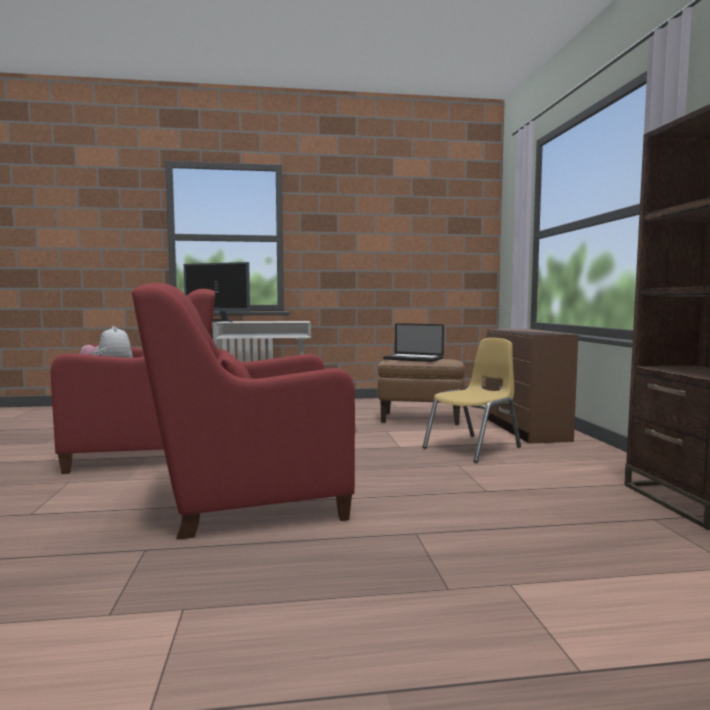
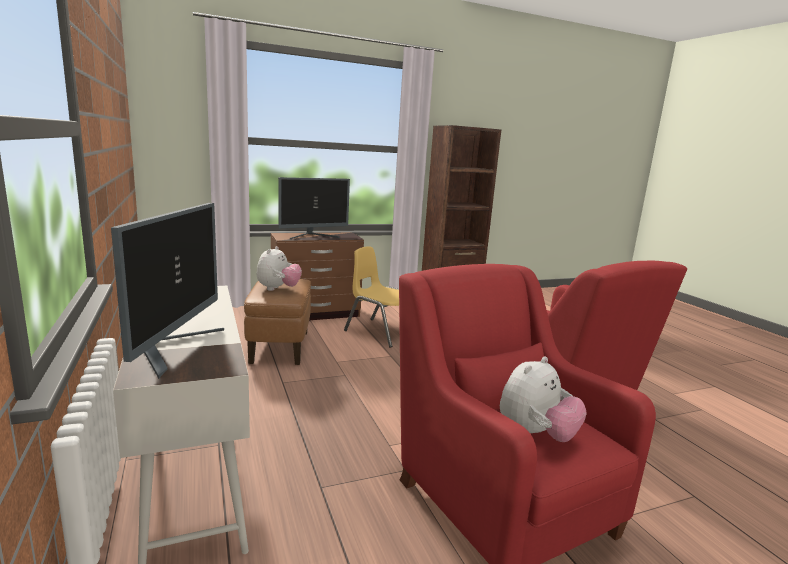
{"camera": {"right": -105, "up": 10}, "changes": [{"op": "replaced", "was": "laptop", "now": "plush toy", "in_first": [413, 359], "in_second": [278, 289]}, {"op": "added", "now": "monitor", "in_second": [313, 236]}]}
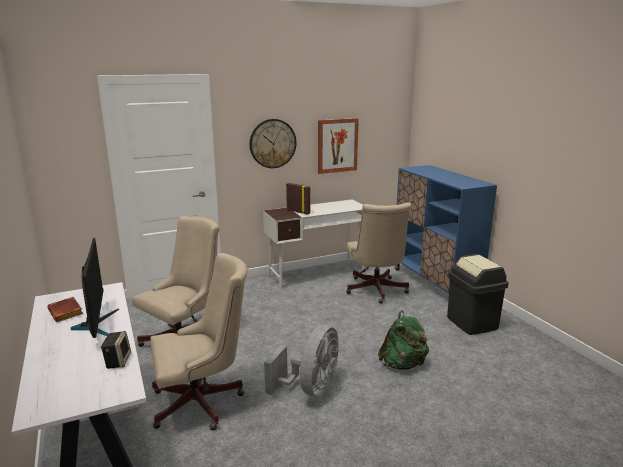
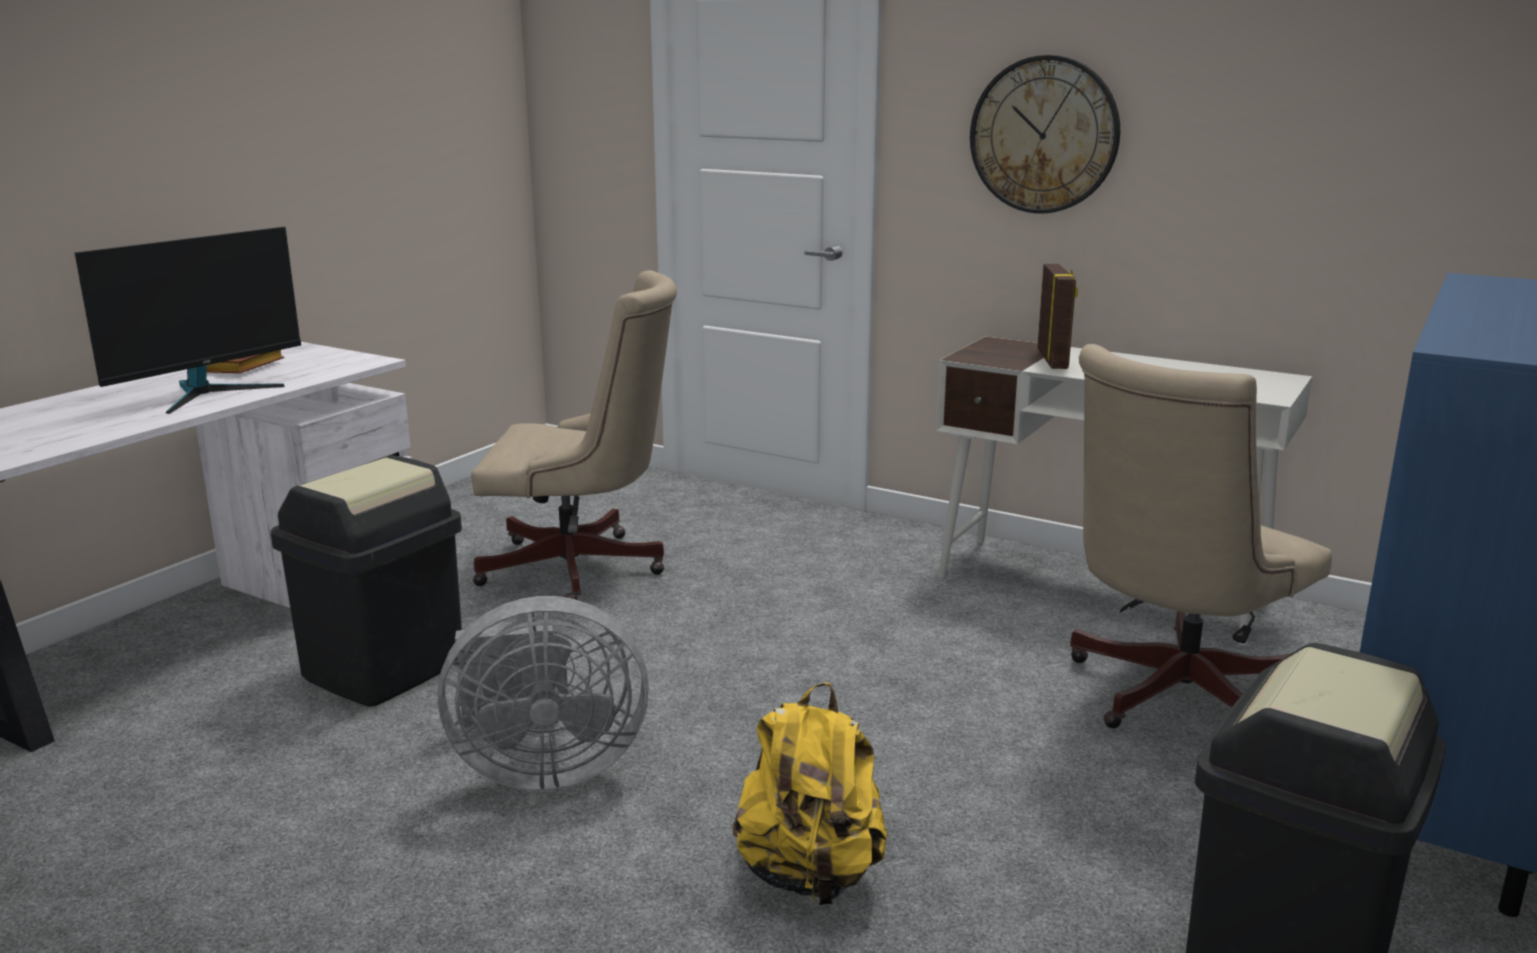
{"camera": {"right": 55, "up": 0}, "changes": [{"op": "replaced", "was": "beige office chair", "now": "black trash can", "in_first": [203, 402], "in_second": [384, 669]}, {"op": "recoloured", "was": "green backpack", "now": "yellow backpack", "in_first": [402, 364], "in_second": [810, 875]}, {"op": "removed", "was": "speaker", "in_first": [118, 361]}, {"op": "removed", "was": "picture", "in_first": [337, 145]}]}
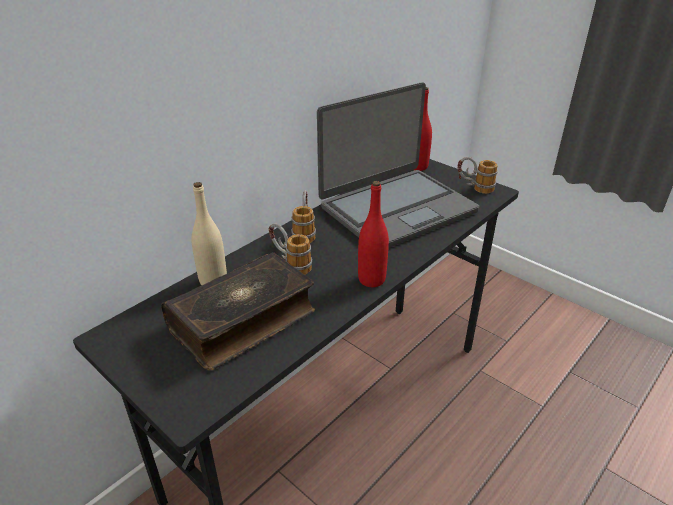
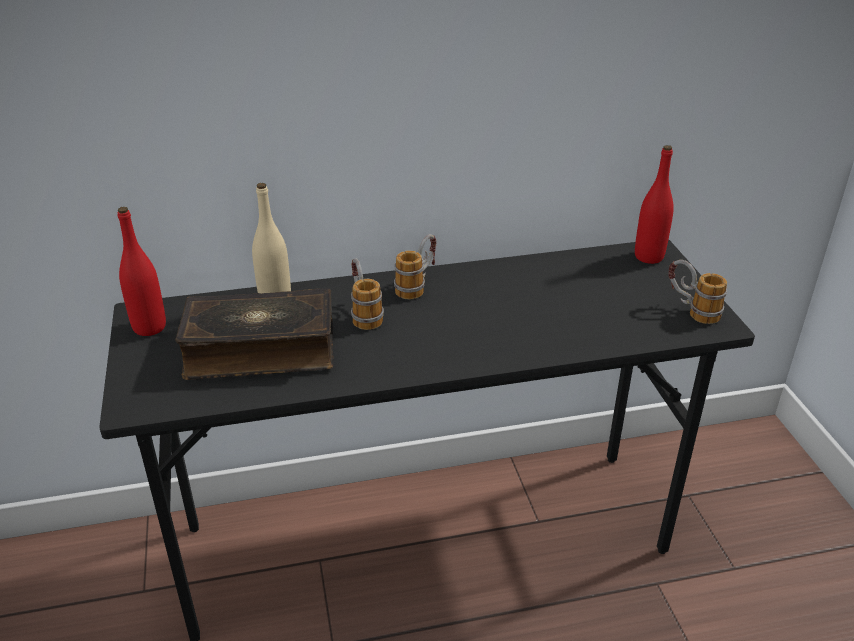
{"camera": {"right": 35, "up": 0}, "changes": [{"op": "moved", "was": "red bottle", "in_first": [371, 279], "in_second": [149, 327]}, {"op": "removed", "was": "laptop", "in_first": [396, 209]}]}
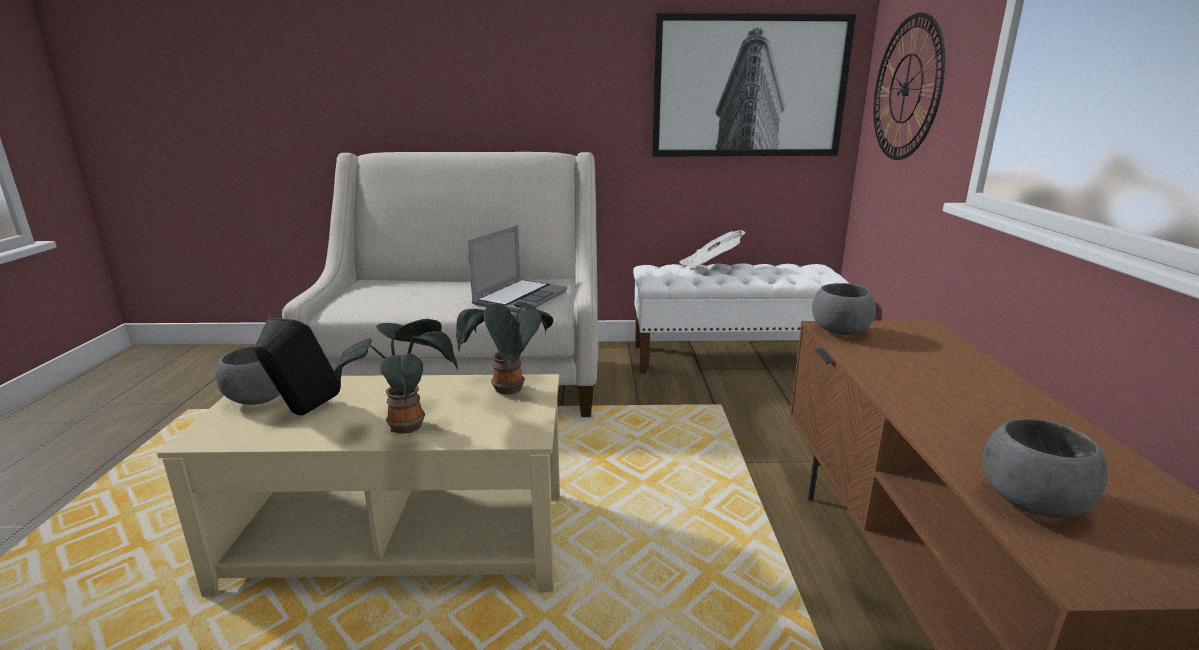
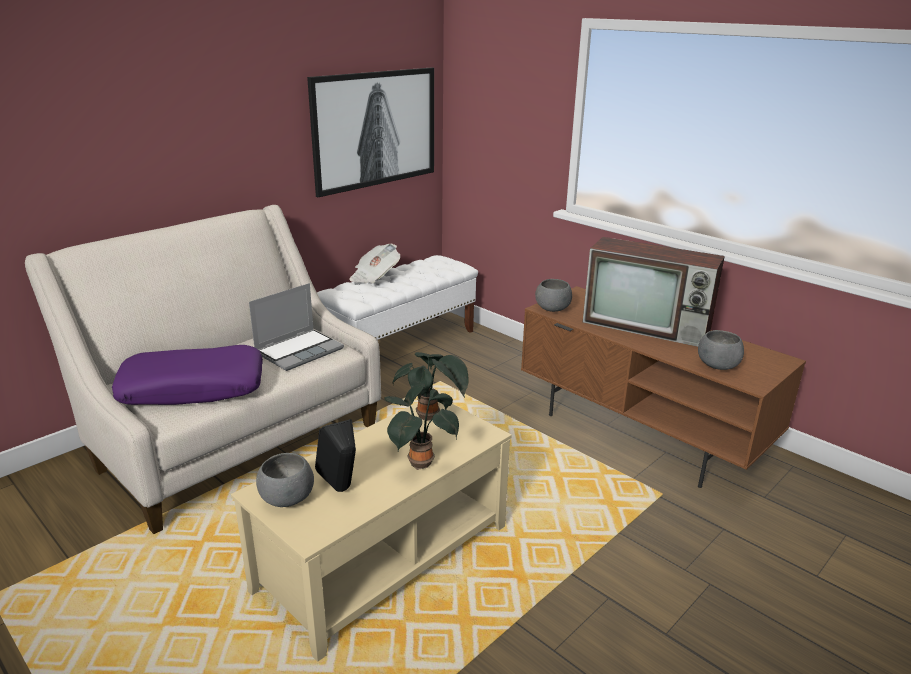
{"camera": {"right": -45, "up": 5}, "changes": [{"op": "added", "now": "purple pillow", "in_second": [193, 388]}, {"op": "turned", "was": "laptop", "in_first": [520, 298], "in_second": [299, 350], "clockwise": 60}, {"op": "added", "now": "television", "in_second": [648, 327]}, {"op": "removed", "was": "wall clock", "in_first": [906, 89]}]}
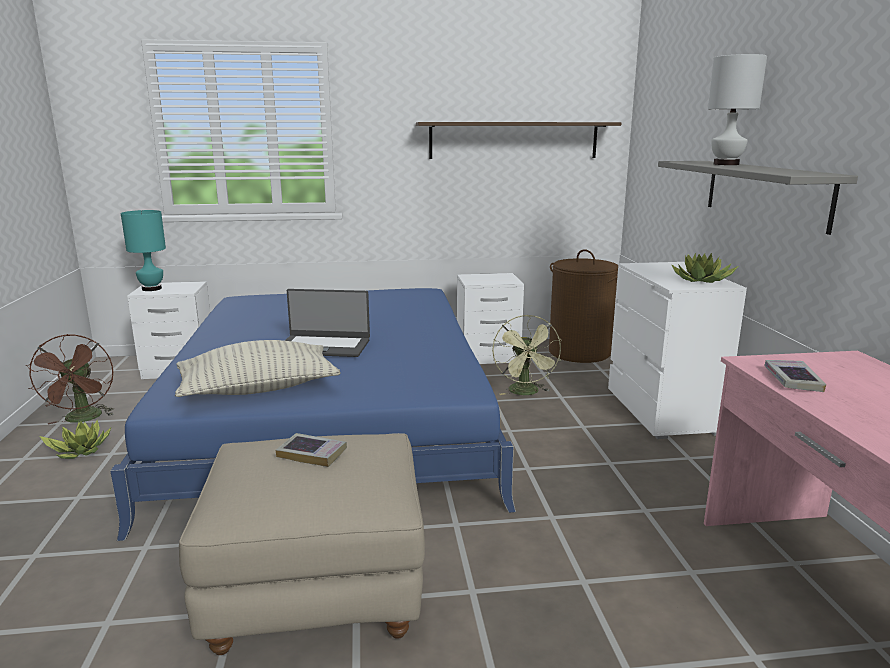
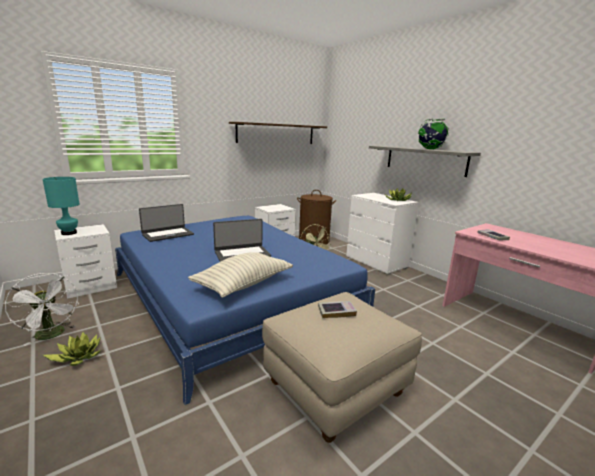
{"camera": {"right": -30, "up": 0}, "changes": [{"op": "recoloured", "was": "brown fan", "now": "white fan", "in_first": [83, 419], "in_second": [52, 335]}, {"op": "added", "now": "laptop", "in_second": [167, 234]}, {"op": "added", "now": "globe", "in_second": [430, 149]}, {"op": "removed", "was": "white table lamp", "in_first": [726, 164]}]}
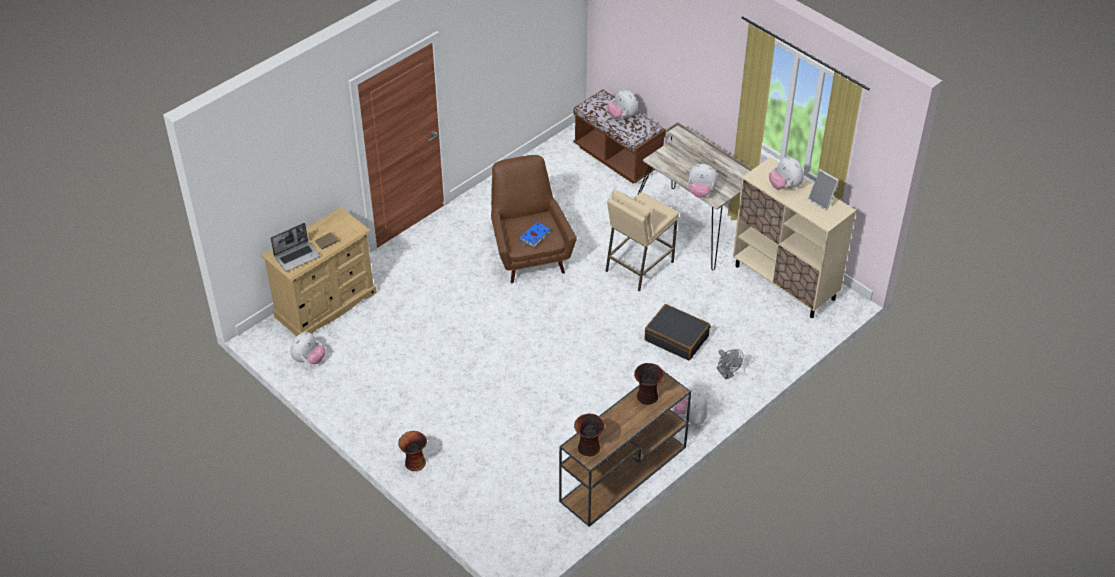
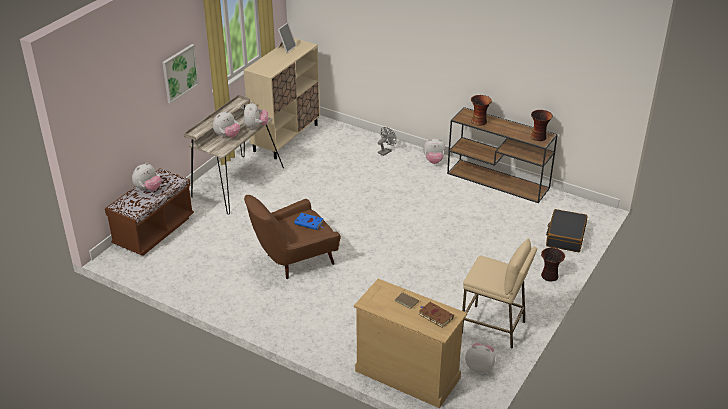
{"camera": {"right": -105, "up": -10}, "changes": [{"op": "added", "now": "picture", "in_second": [180, 73]}, {"op": "moved", "was": "plush toy", "in_first": [785, 186], "in_second": [227, 136]}, {"op": "replaced", "was": "laptop", "now": "brown book", "in_first": [297, 256], "in_second": [435, 316]}, {"op": "moved", "was": "beige stool", "in_first": [639, 266], "in_second": [493, 327]}, {"op": "moved", "was": "black suitcase", "in_first": [677, 338], "in_second": [565, 236]}]}
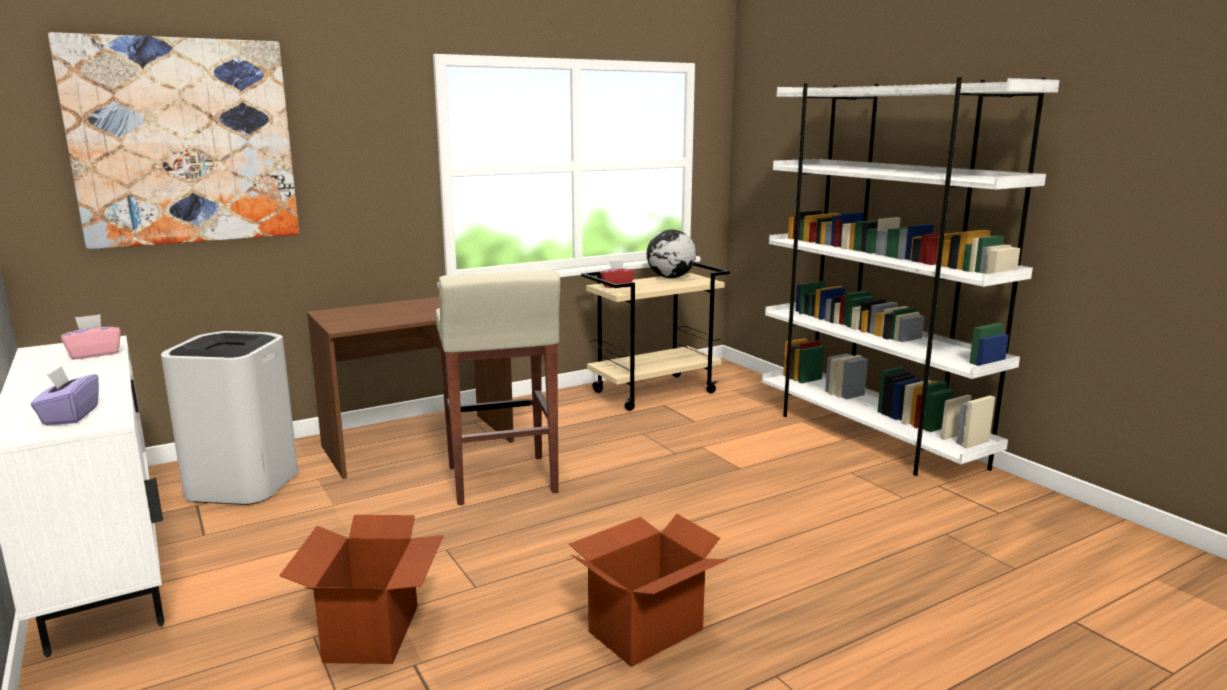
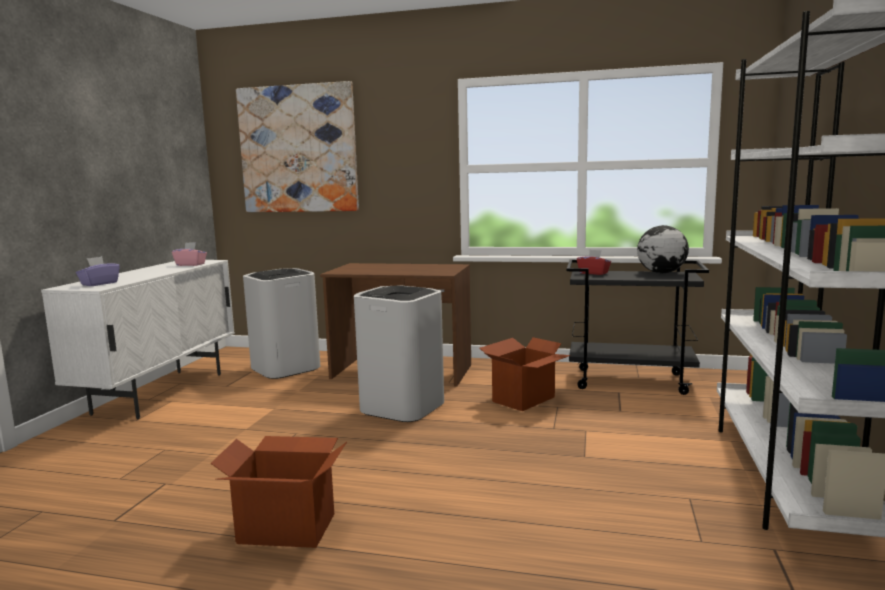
{"camera": {"right": 45, "up": -5}, "changes": [{"op": "replaced", "was": "beige stool", "now": "white trash can", "in_first": [501, 480], "in_second": [401, 406]}, {"op": "moved", "was": "cardboard box", "in_first": [374, 633], "in_second": [524, 399]}, {"op": "recoloured", "was": "beige cart", "now": "black cart", "in_first": [654, 392], "in_second": [631, 381]}]}
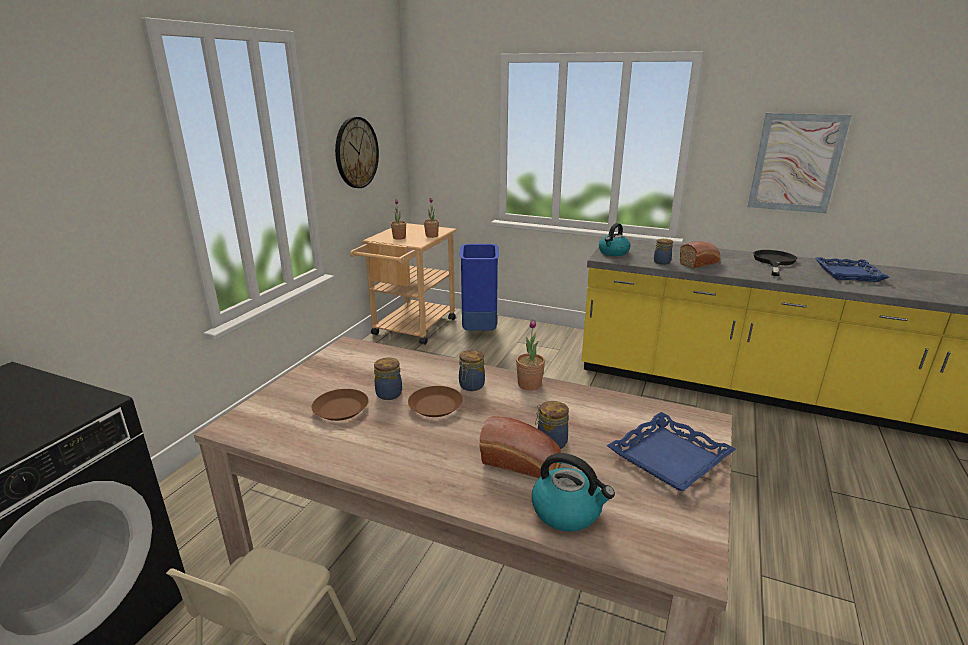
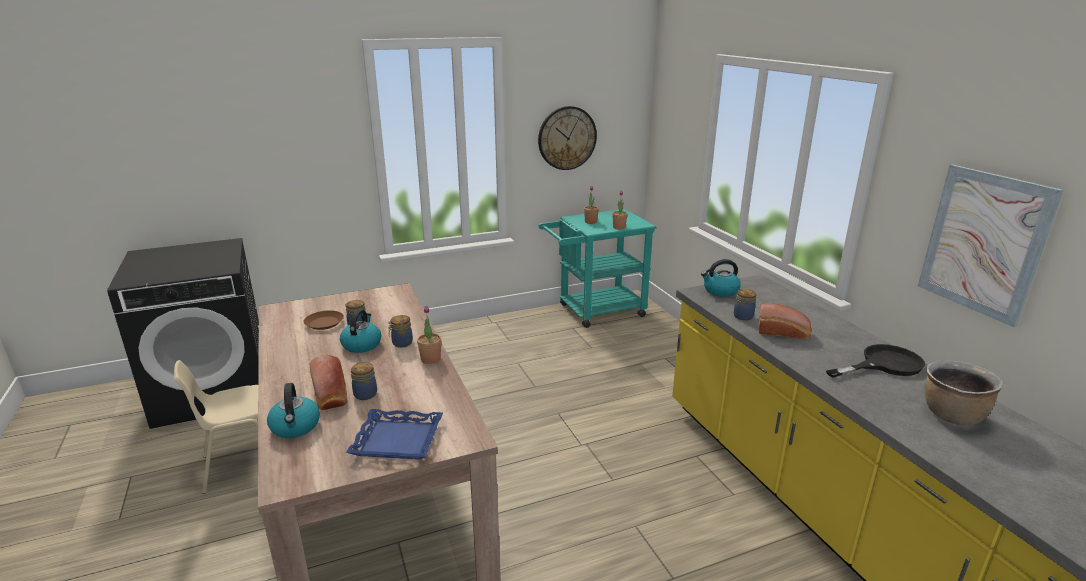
{"camera": {"right": 45, "up": 0}, "changes": [{"op": "replaced", "was": "brown plate", "now": "kettle", "in_first": [435, 406], "in_second": [361, 344]}, {"op": "recoloured", "was": "beige cart", "now": "turquoise cart", "in_first": [411, 330], "in_second": [595, 311]}, {"op": "replaced", "was": "blue tray", "now": "brown cooking pot", "in_first": [849, 273], "in_second": [951, 415]}, {"op": "removed", "was": "blue trash can", "in_first": [479, 331]}]}
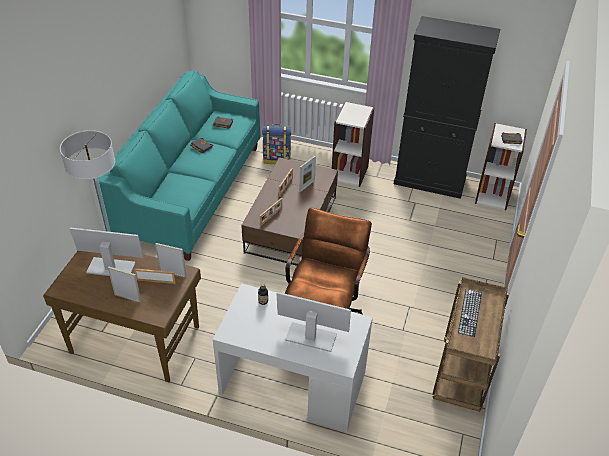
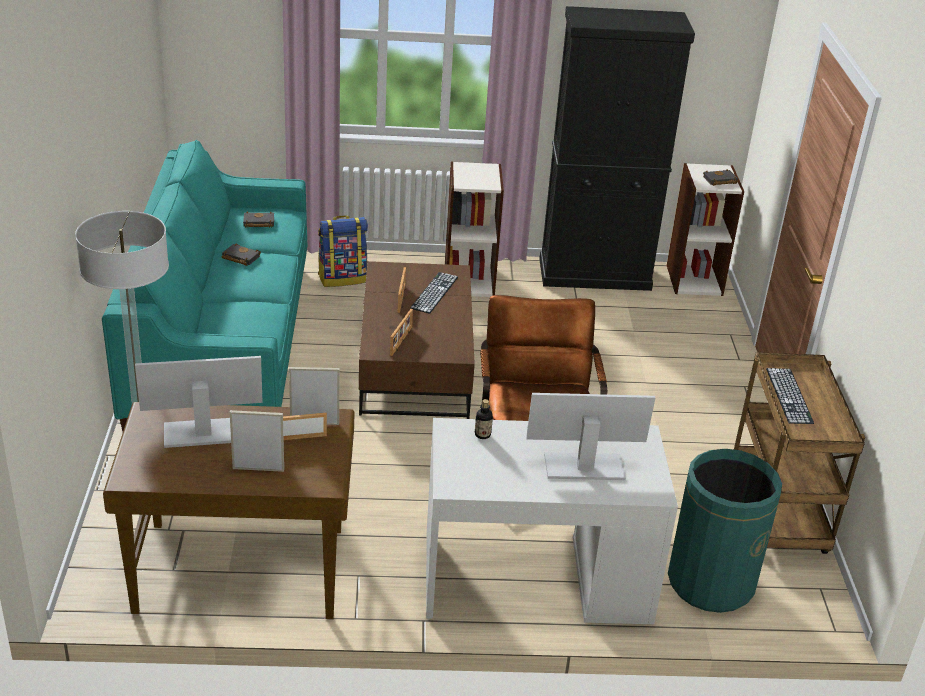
{"camera": {"right": -20, "up": -10}, "changes": [{"op": "replaced", "was": "picture frame", "now": "keyboard", "in_first": [307, 186], "in_second": [434, 292]}, {"op": "added", "now": "green trash can", "in_second": [710, 582]}]}
